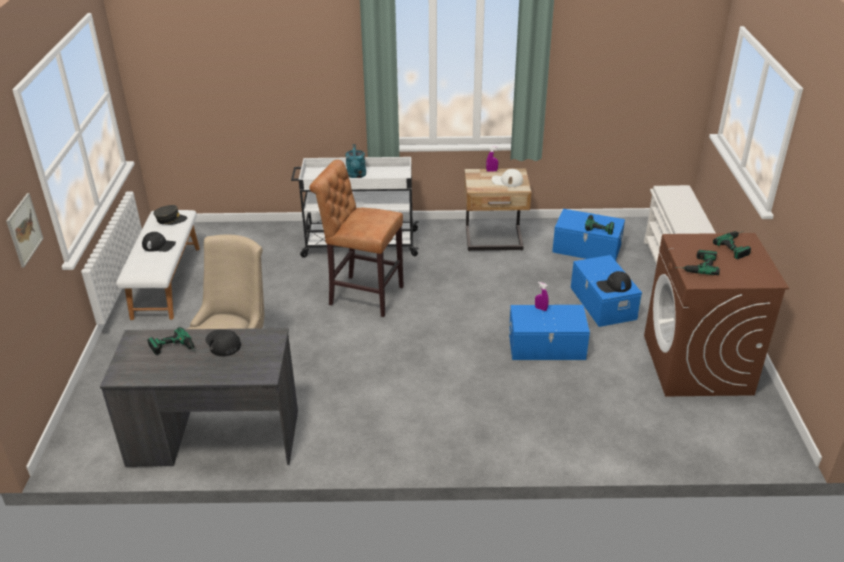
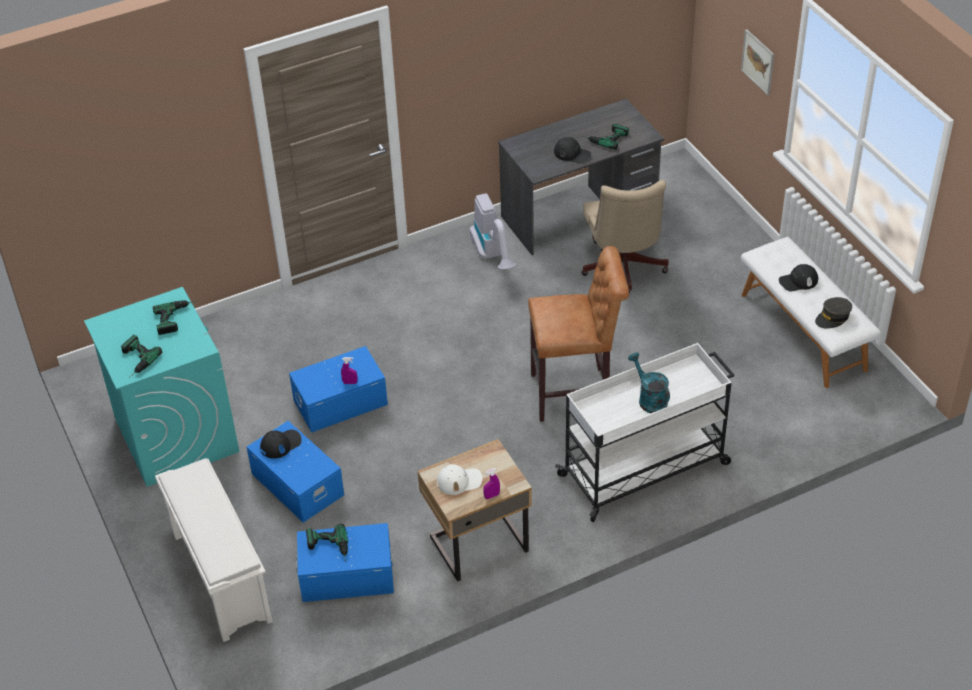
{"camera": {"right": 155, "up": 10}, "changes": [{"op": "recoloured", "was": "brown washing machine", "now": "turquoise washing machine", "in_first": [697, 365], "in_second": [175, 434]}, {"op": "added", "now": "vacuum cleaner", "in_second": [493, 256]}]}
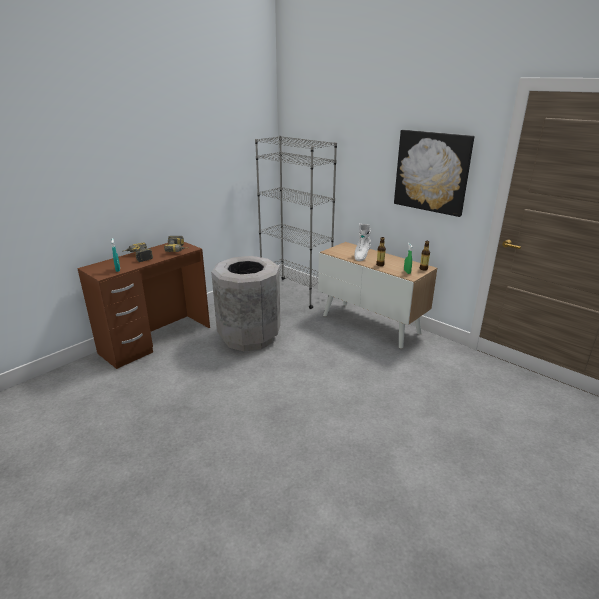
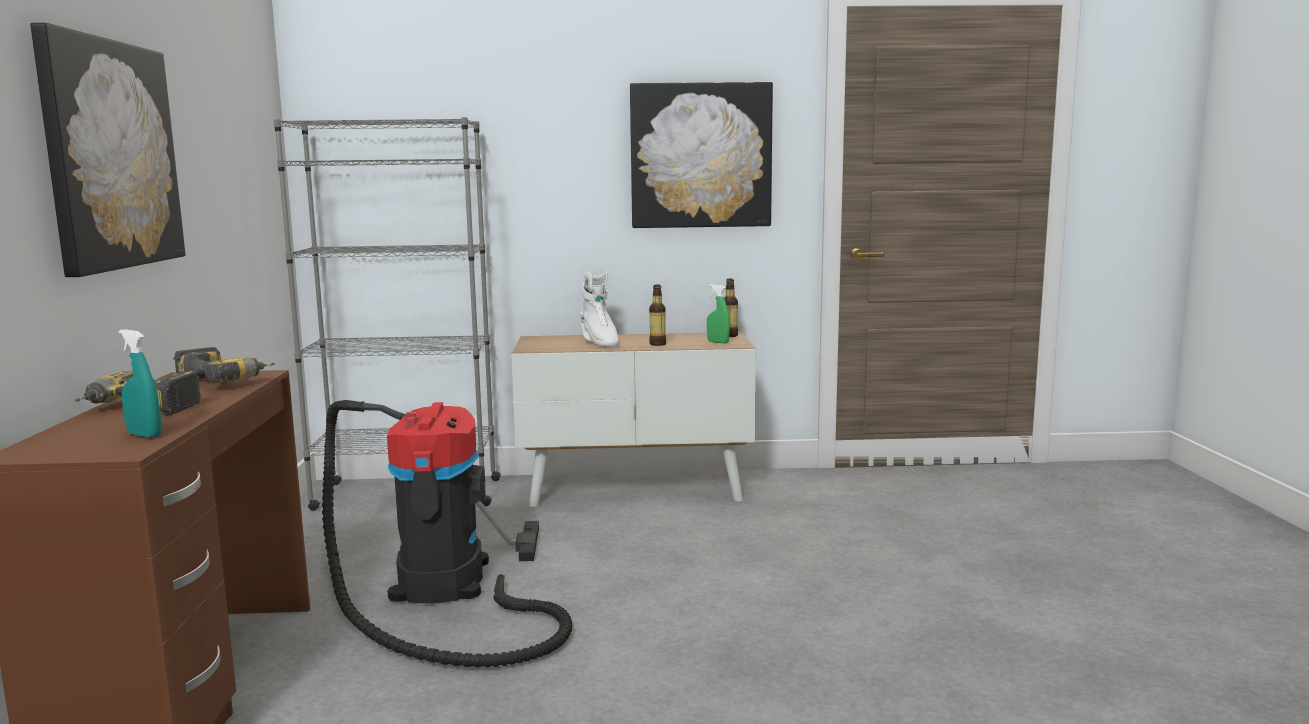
{"camera": {"right": -45, "up": -15}, "changes": [{"op": "added", "now": "picture", "in_second": [110, 155]}, {"op": "replaced", "was": "grey trash can", "now": "vacuum cleaner", "in_first": [249, 337], "in_second": [442, 587]}]}
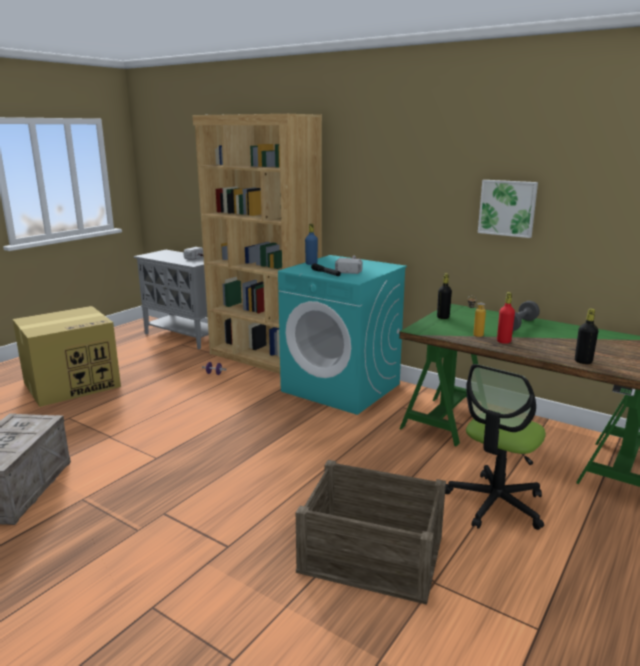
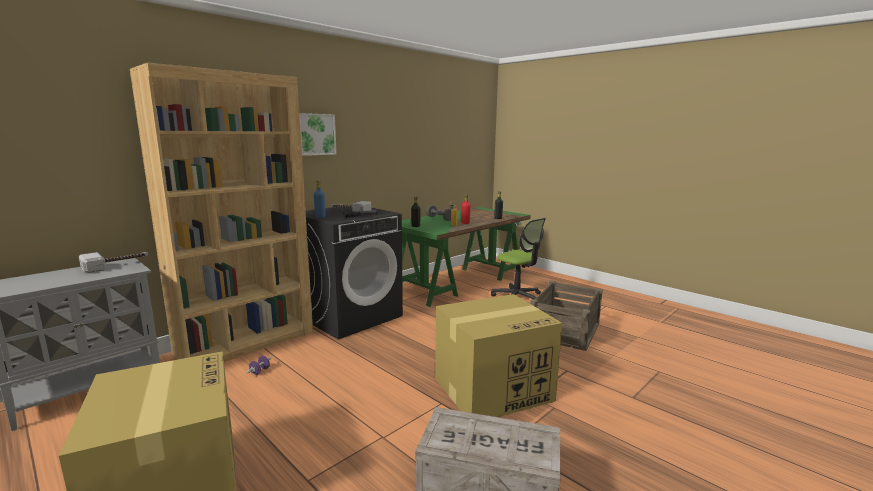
{"camera": {"right": -80, "up": -5}, "changes": [{"op": "moved", "was": "picture", "in_first": [507, 208], "in_second": [316, 134]}, {"op": "recoloured", "was": "turquoise washing machine", "now": "black washing machine", "in_first": [342, 388], "in_second": [351, 316]}, {"op": "added", "now": "cardboard box", "in_second": [494, 389]}]}
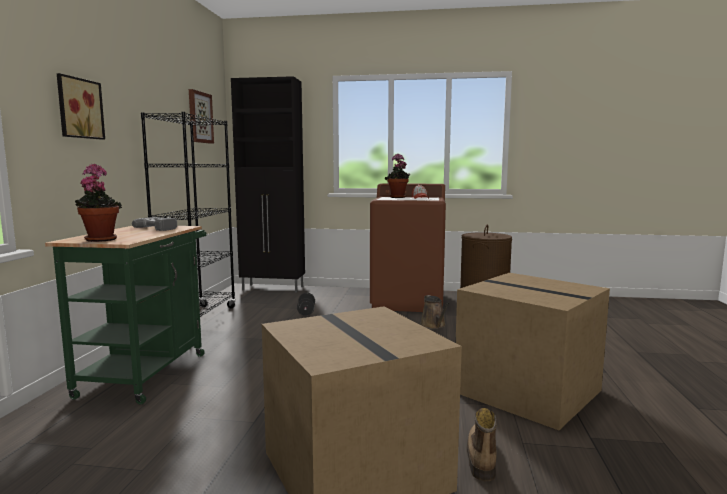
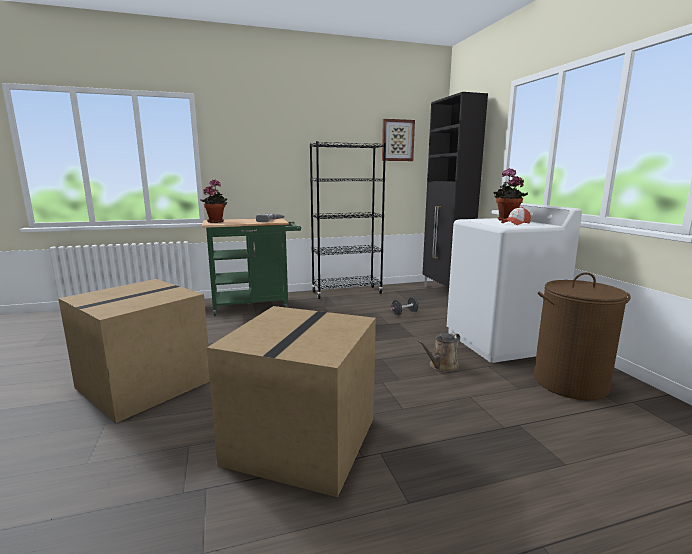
{"camera": {"right": 65, "up": 5}, "changes": [{"op": "recoloured", "was": "brown washing machine", "now": "white washing machine", "in_first": [408, 302], "in_second": [501, 342]}, {"op": "removed", "was": "picture", "in_first": [78, 108]}, {"op": "removed", "was": "boot", "in_first": [480, 457]}]}
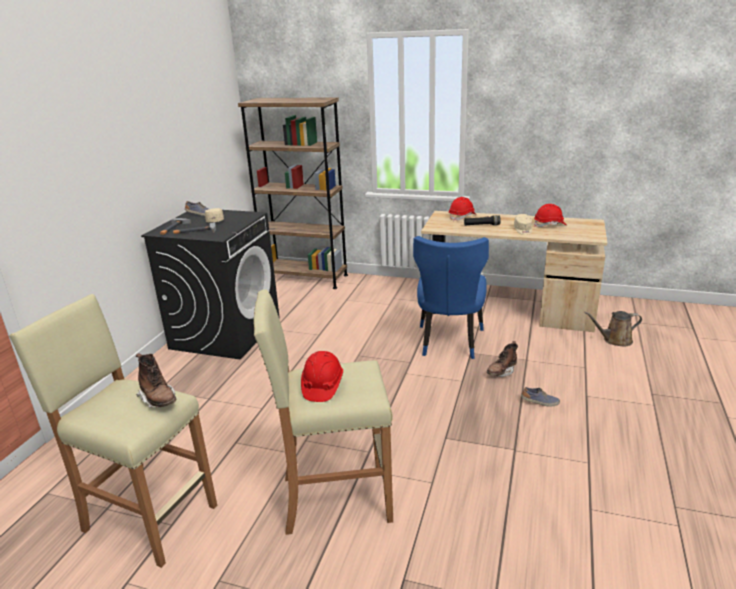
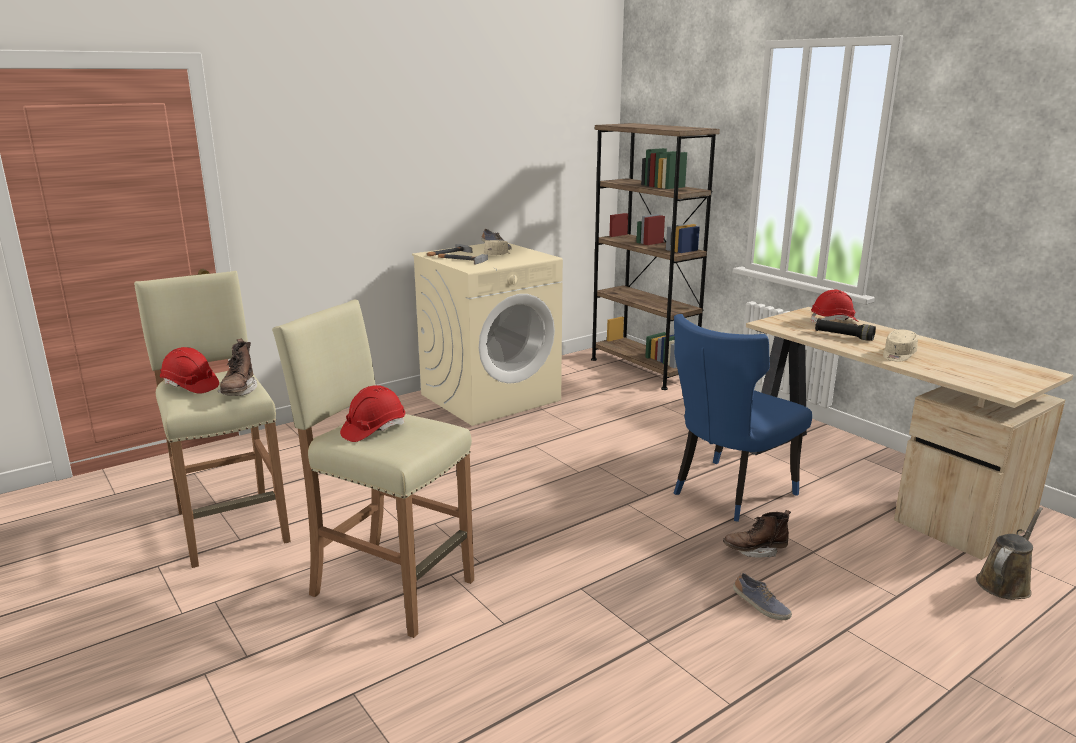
{"camera": {"right": 35, "up": -5}, "changes": [{"op": "moved", "was": "red hard hat", "in_first": [550, 225], "in_second": [190, 386]}, {"op": "recoloured", "was": "black washing machine", "now": "beige washing machine", "in_first": [226, 333], "in_second": [490, 397]}, {"op": "turned", "was": "brown watering can", "in_first": [615, 340], "in_second": [1005, 583], "clockwise": 105}]}
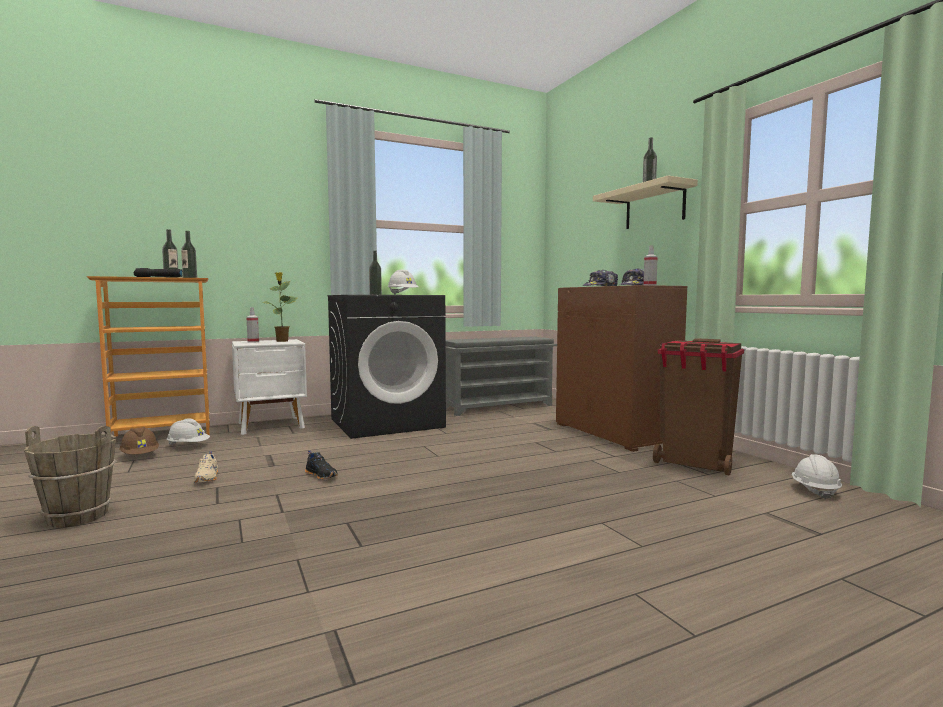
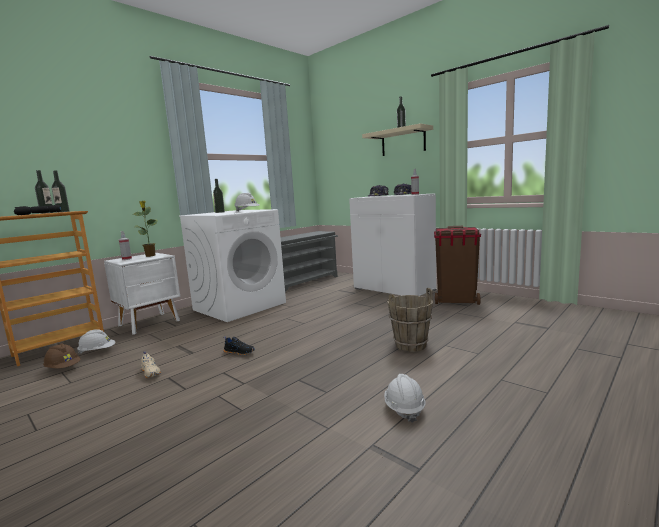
{"camera": {"right": -20, "up": 5}, "changes": [{"op": "recoloured", "was": "black washing machine", "now": "white washing machine", "in_first": [387, 423], "in_second": [240, 306]}, {"op": "recoloured", "was": "brown cabinet", "now": "white cabinet", "in_first": [615, 433], "in_second": [394, 289]}, {"op": "moved", "was": "white hard hat", "in_first": [815, 490], "in_second": [404, 409]}, {"op": "moved", "was": "brown bucket", "in_first": [78, 516], "in_second": [410, 345]}]}
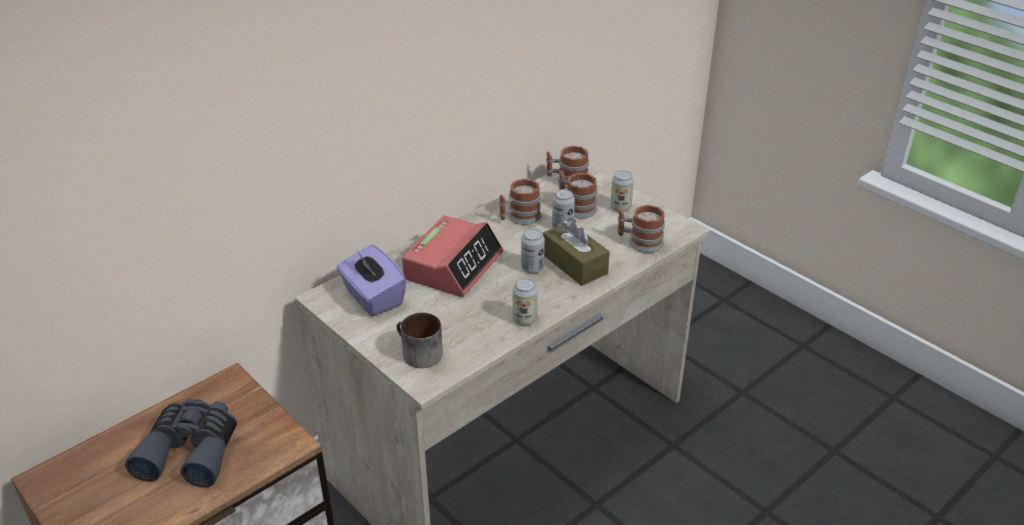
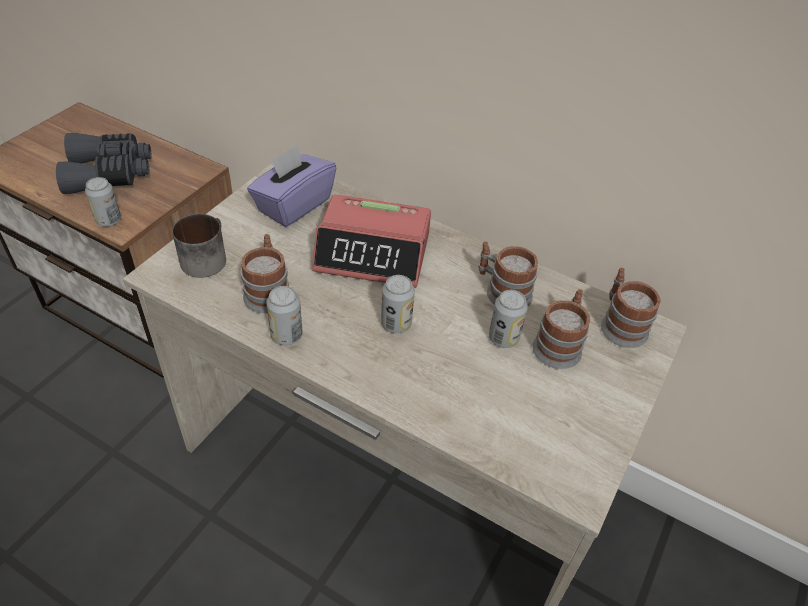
{"camera": {"right": 70, "up": 10}, "changes": [{"op": "moved", "was": "can", "in_first": [620, 208], "in_second": [108, 220]}, {"op": "moved", "was": "mug", "in_first": [639, 242], "in_second": [268, 291]}, {"op": "removed", "was": "brown tissue box", "in_first": [574, 264]}]}
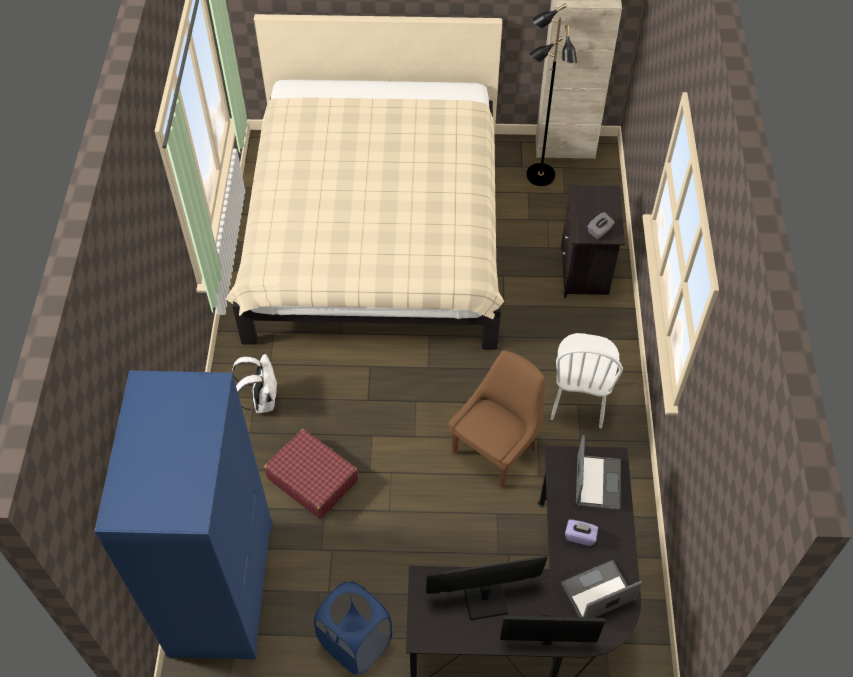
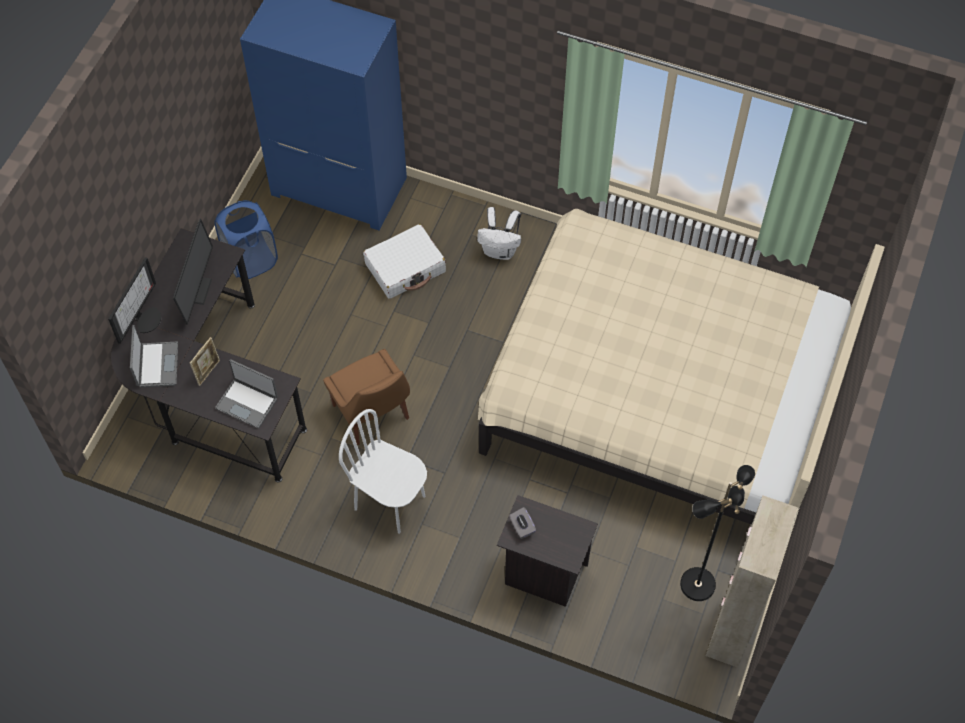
{"camera": {"right": 110, "up": 5}, "changes": [{"op": "replaced", "was": "purple tissue box", "now": "picture frame", "in_first": [580, 536], "in_second": [208, 371]}, {"op": "recoloured", "was": "red suitcase", "now": "white suitcase", "in_first": [312, 479], "in_second": [405, 268]}]}
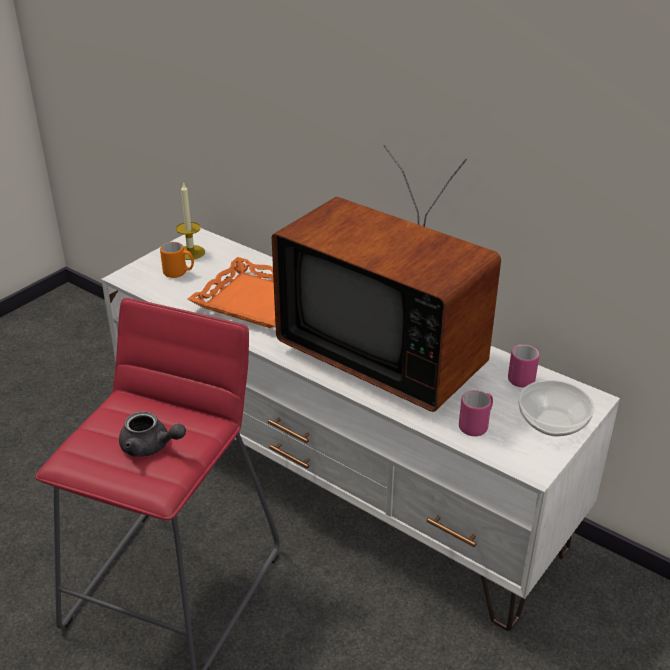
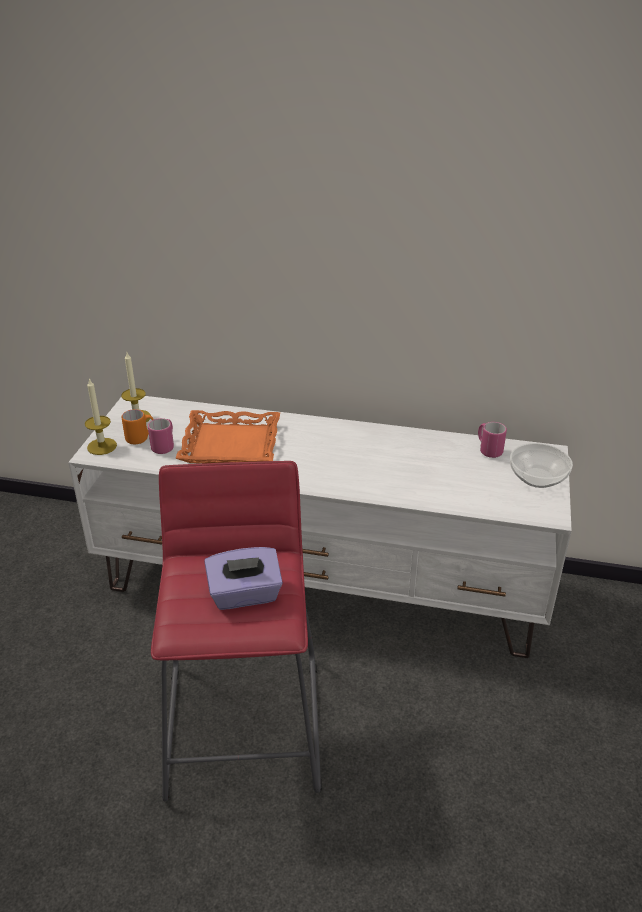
{"camera": {"right": -25, "up": 0}, "changes": [{"op": "added", "now": "candle", "in_second": [102, 446]}, {"op": "moved", "was": "pink mug", "in_first": [476, 425], "in_second": [164, 446]}, {"op": "replaced", "was": "grey teapot", "now": "purple tissue box", "in_first": [150, 447], "in_second": [245, 595]}, {"op": "removed", "was": "television", "in_first": [387, 353]}]}
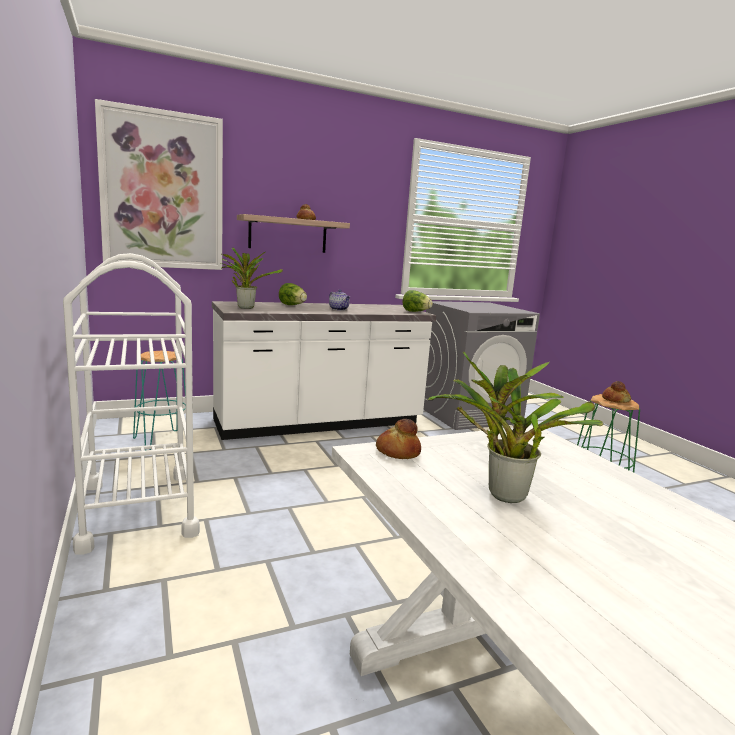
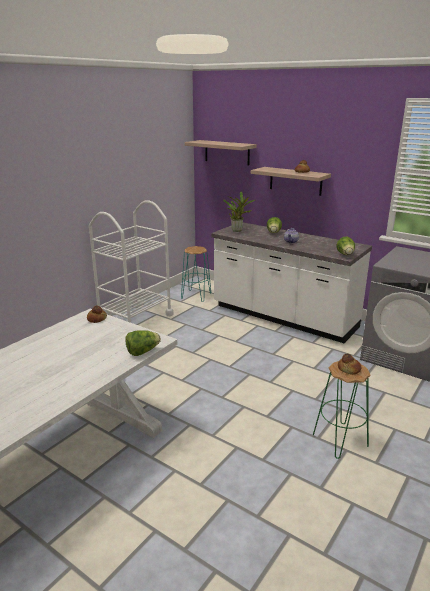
{"camera": {"right": 60, "up": 10}, "changes": [{"op": "added", "now": "lettuce", "in_second": [142, 352]}, {"op": "replaced", "was": "picture", "now": "shelf", "in_first": [163, 191], "in_second": [227, 152]}, {"op": "removed", "was": "potted plant", "in_first": [501, 493]}]}
